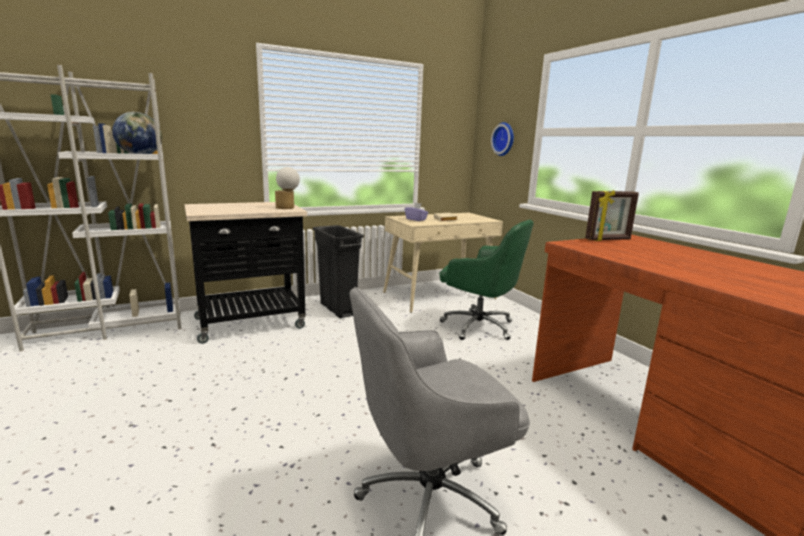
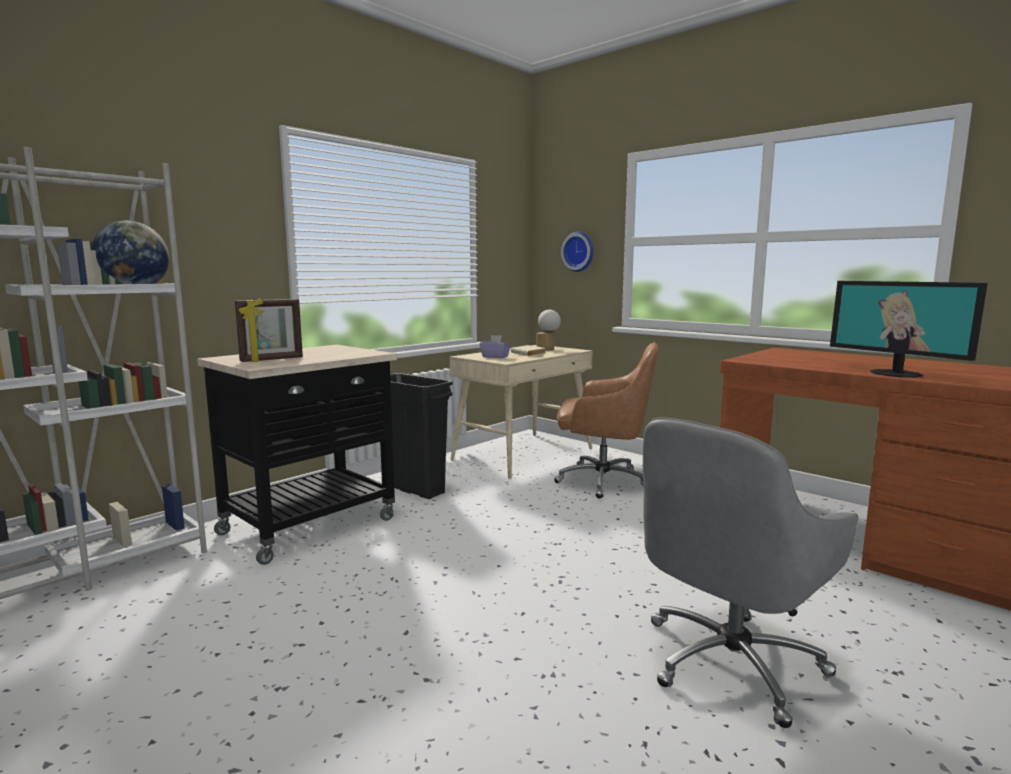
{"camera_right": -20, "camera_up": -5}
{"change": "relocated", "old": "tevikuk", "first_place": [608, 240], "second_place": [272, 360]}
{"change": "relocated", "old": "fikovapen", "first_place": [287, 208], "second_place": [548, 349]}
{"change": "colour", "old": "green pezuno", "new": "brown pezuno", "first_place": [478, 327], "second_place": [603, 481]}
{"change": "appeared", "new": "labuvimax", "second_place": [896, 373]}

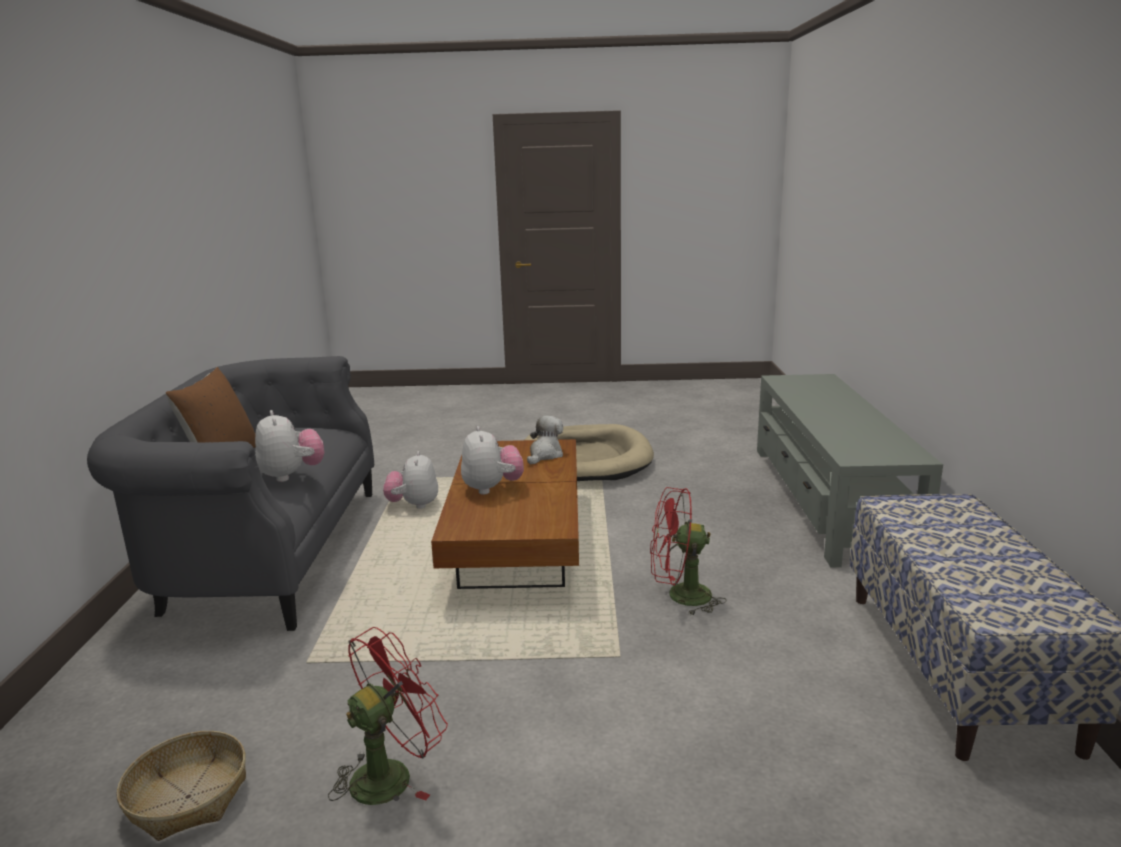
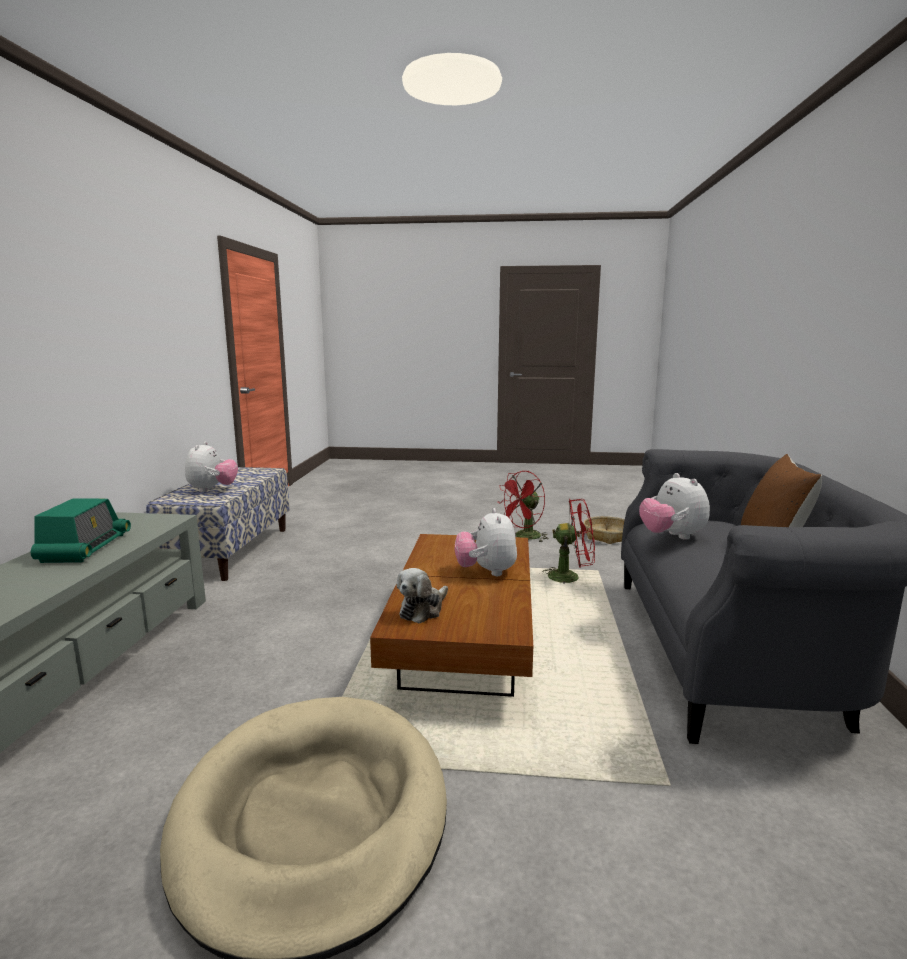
{"camera_right": -175, "camera_up": -5}
{"change": "appeared", "new": "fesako", "second_place": [84, 548]}
{"change": "relocated", "old": "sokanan", "first_place": [414, 505], "second_place": [212, 490]}
{"change": "relocated", "old": "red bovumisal", "first_place": [680, 597], "second_place": [570, 577]}

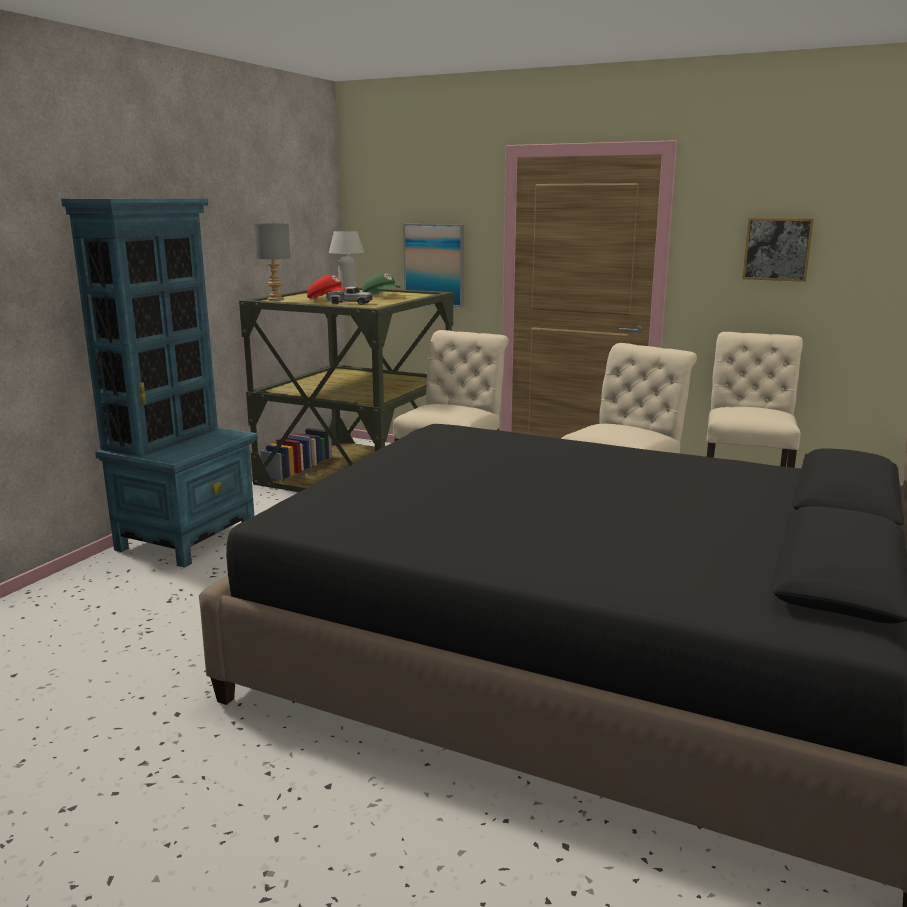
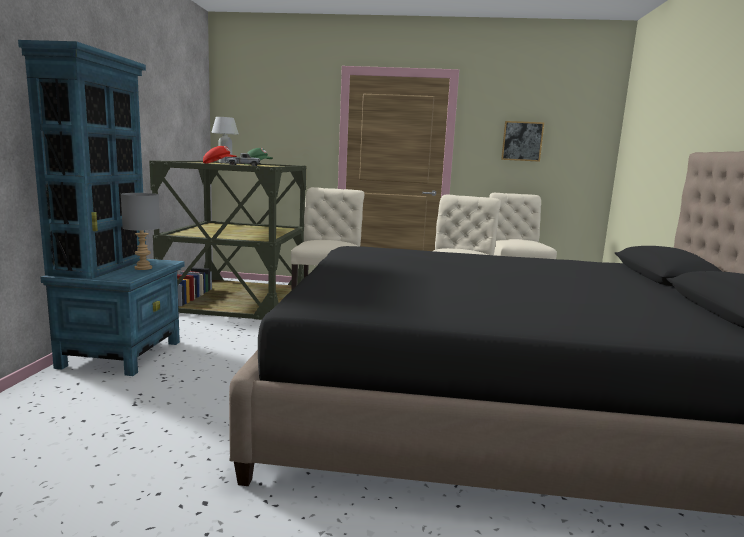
{"camera_right": -20, "camera_up": -5}
{"change": "relocated", "old": "grey fikovapen", "first_place": [275, 299], "second_place": [142, 268]}
{"change": "missing", "old": "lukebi", "first_place": [434, 265]}

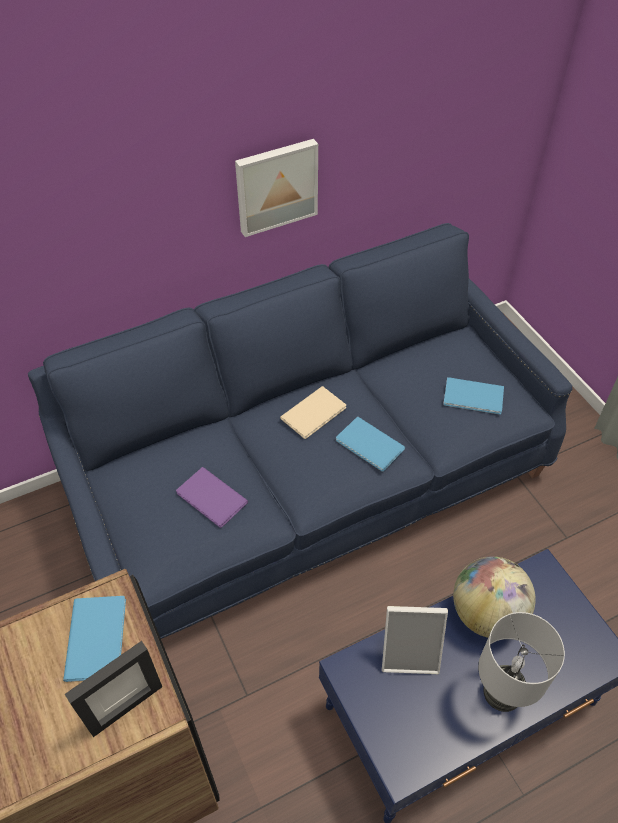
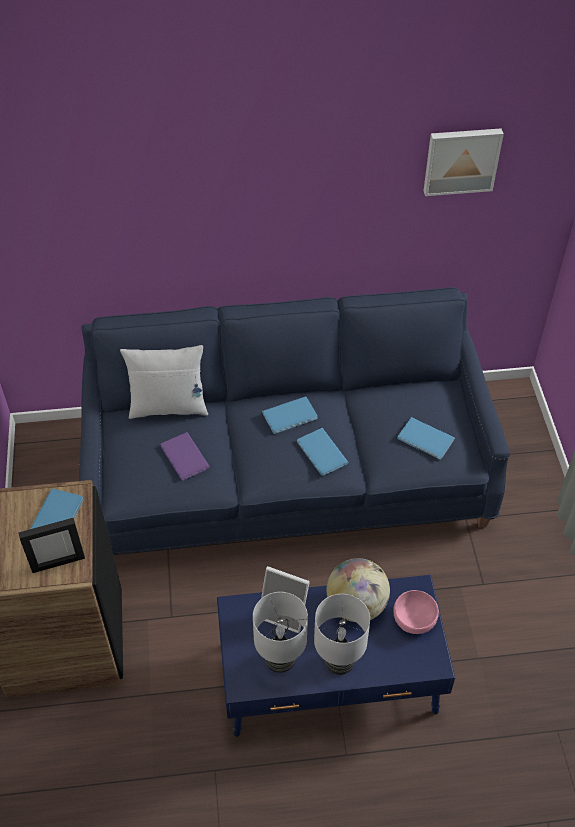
{"camera_right": 20, "camera_up": 0}
{"change": "appeared", "new": "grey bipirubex", "second_place": [168, 408]}
{"change": "appeared", "new": "grey fikovapen", "second_place": [280, 658]}
{"change": "colour", "old": "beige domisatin", "new": "blue domisatin", "first_place": [316, 413], "second_place": [291, 416]}
{"change": "appeared", "new": "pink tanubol", "second_place": [413, 618]}
{"change": "relocated", "old": "lukebi", "first_place": [276, 186], "second_place": [461, 160]}

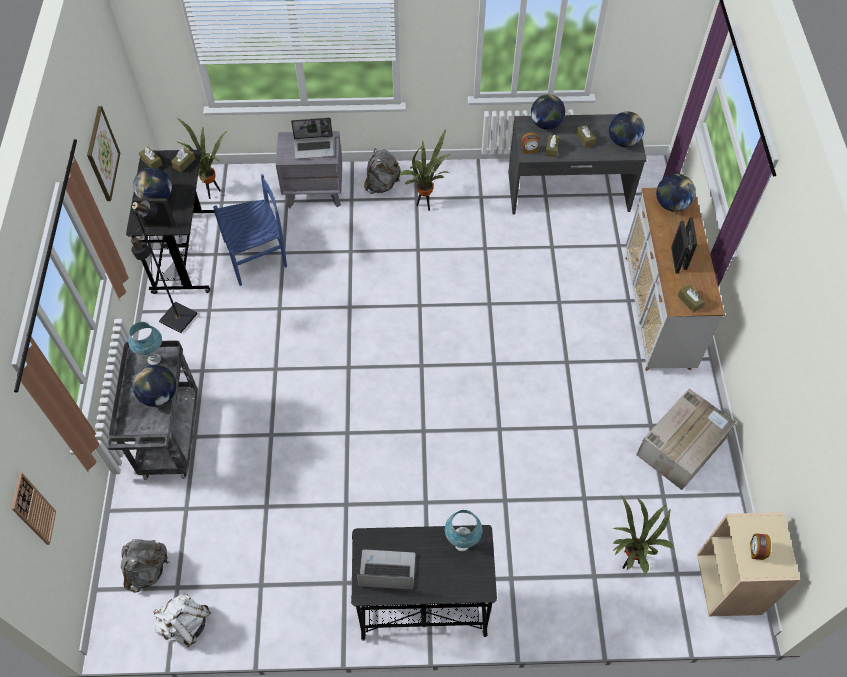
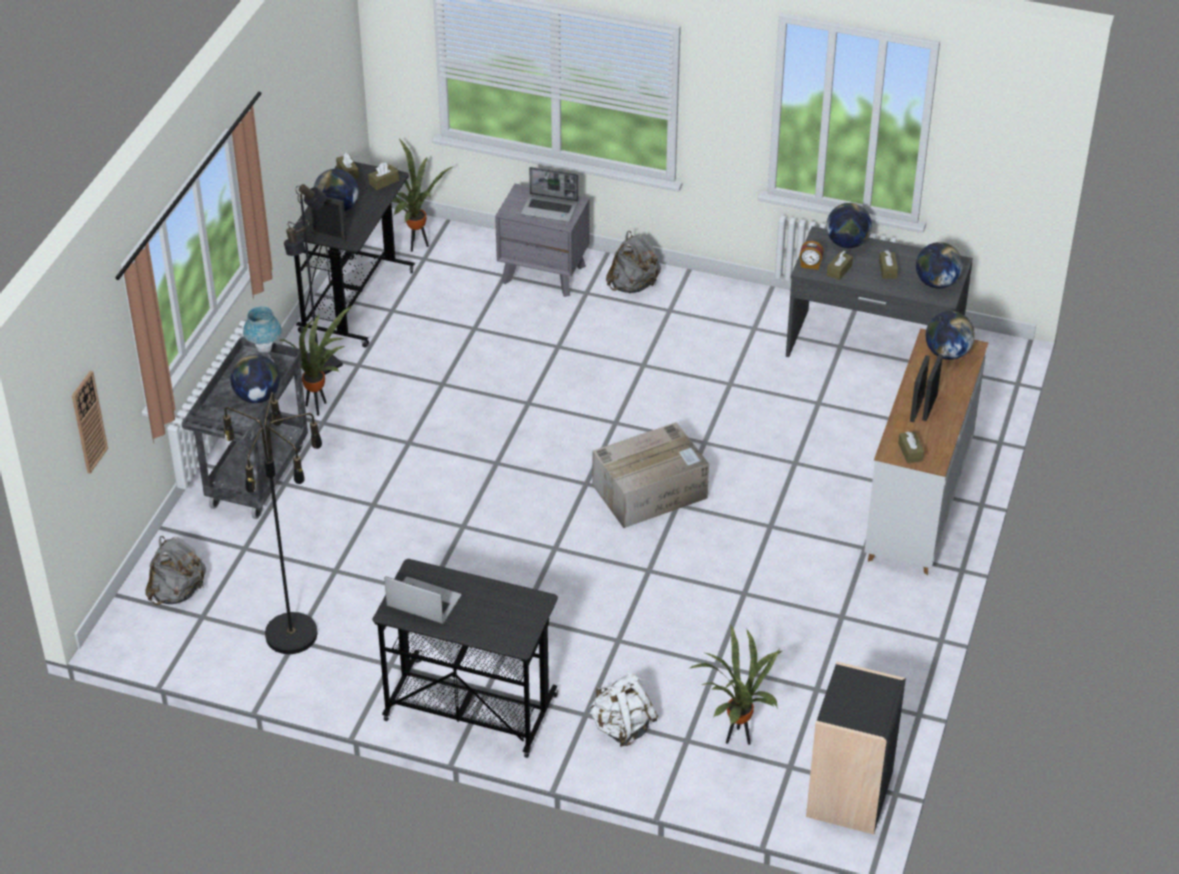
{"camera_right": 20, "camera_up": -15}
{"change": "appeared", "new": "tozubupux", "second_place": [292, 635]}
{"change": "relocated", "old": "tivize", "first_place": [425, 204], "second_place": [318, 407]}
{"change": "relocated", "old": "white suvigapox", "first_place": [185, 625], "second_place": [622, 728]}
{"change": "relocated", "old": "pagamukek", "first_place": [681, 446], "second_place": [651, 491]}
{"change": "colour", "old": "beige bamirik", "new": "black bamirik", "first_place": [730, 584], "second_place": [850, 795]}
{"change": "missing", "old": "lukebi", "first_place": [102, 154]}
{"change": "missing", "old": "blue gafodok", "first_place": [256, 256]}
{"change": "missing", "old": "blue fikovapen", "first_place": [462, 544]}
{"change": "missing", "old": "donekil", "first_place": [756, 550]}

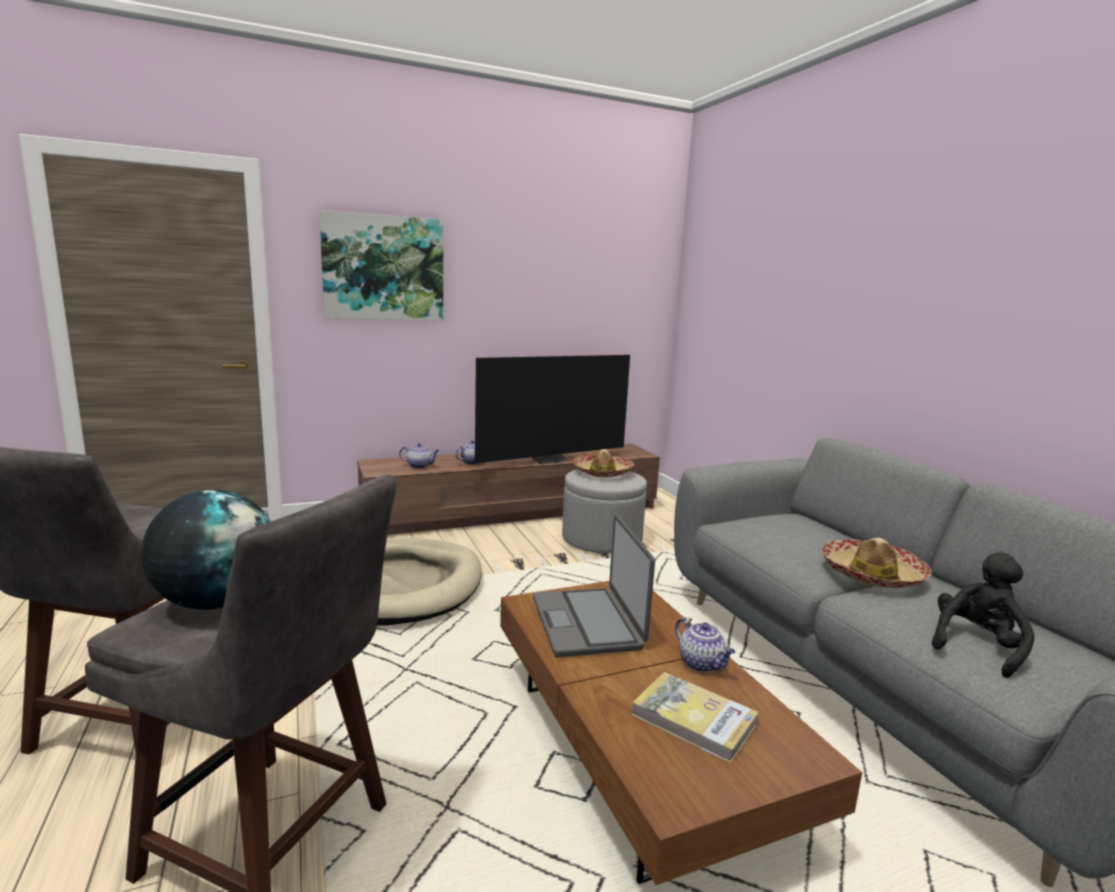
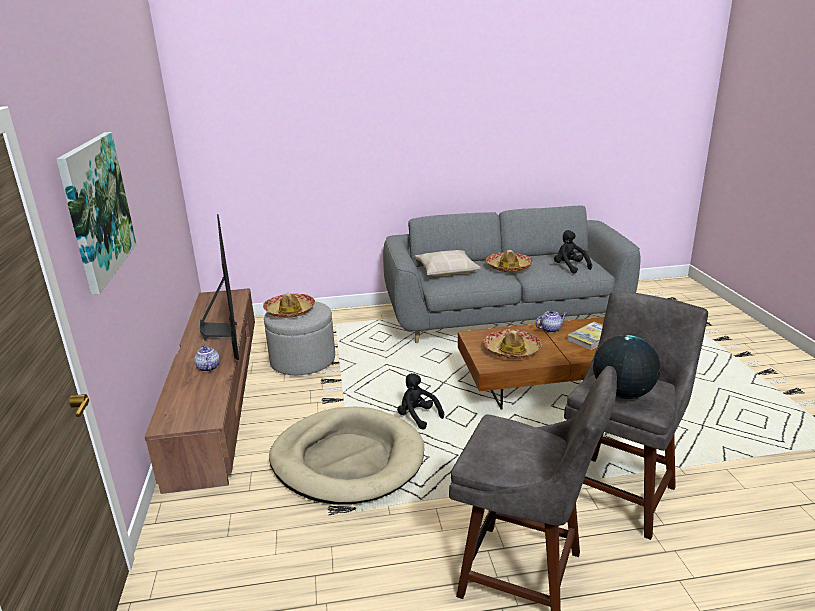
{"camera_right": -75, "camera_up": 10}
{"change": "appeared", "new": "black sokanan", "second_place": [418, 417]}
{"change": "appeared", "new": "beige bipirubex", "second_place": [446, 269]}
{"change": "exchanged", "old": "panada", "new": "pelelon", "first_place": [588, 622], "second_place": [512, 351]}
{"change": "missing", "old": "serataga", "first_place": [420, 466]}

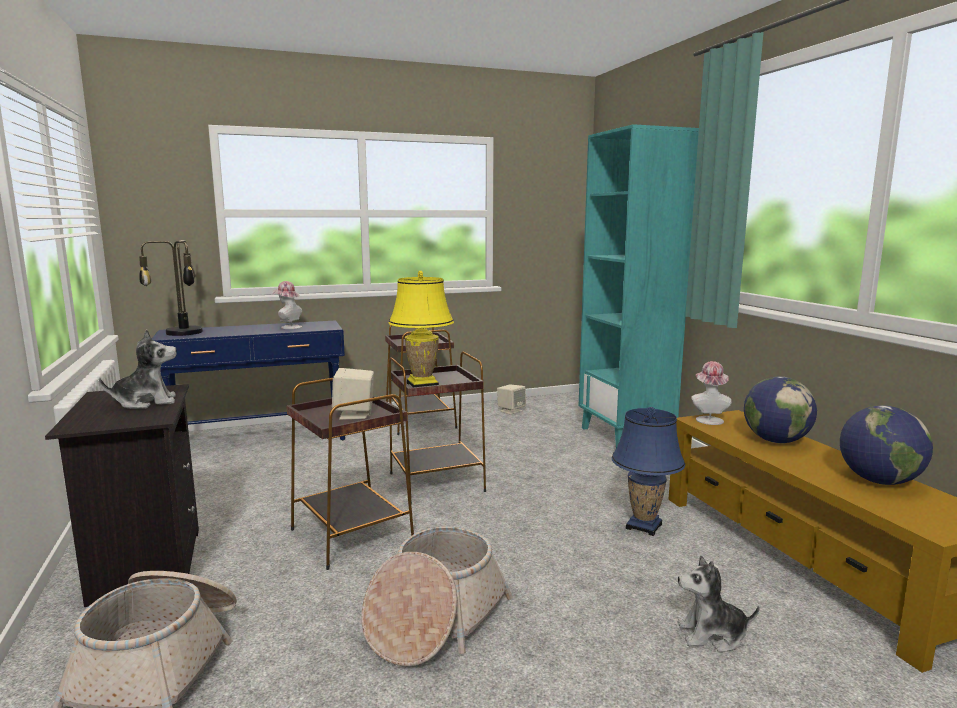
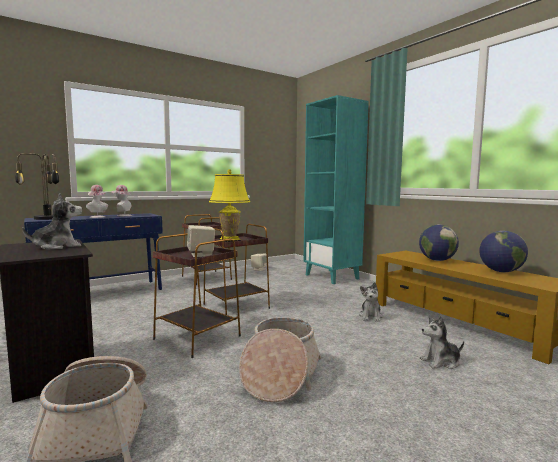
{"camera_right": -15, "camera_up": -5}
{"change": "relocated", "old": "pelelon", "first_place": [708, 419], "second_place": [98, 217]}
{"change": "exchanged", "old": "blue fikovapen", "new": "sokanan", "first_place": [644, 526], "second_place": [370, 316]}

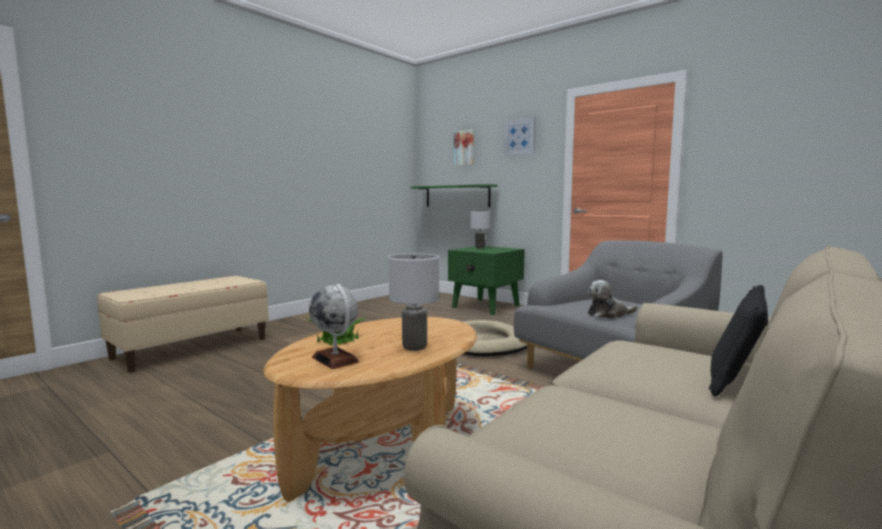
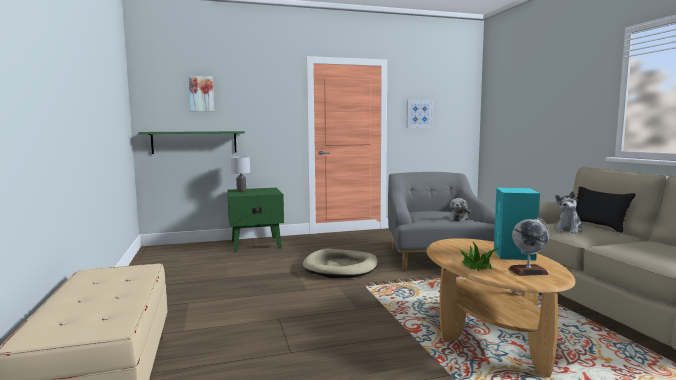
{"camera_right": -55, "camera_up": 0}
{"change": "relocated", "old": "lukebi", "first_place": [519, 136], "second_place": [419, 113]}
{"change": "exchanged", "old": "white fikovapen", "new": "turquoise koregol", "first_place": [414, 348], "second_place": [514, 254]}
{"change": "appeared", "new": "sokanan", "second_place": [568, 230]}

